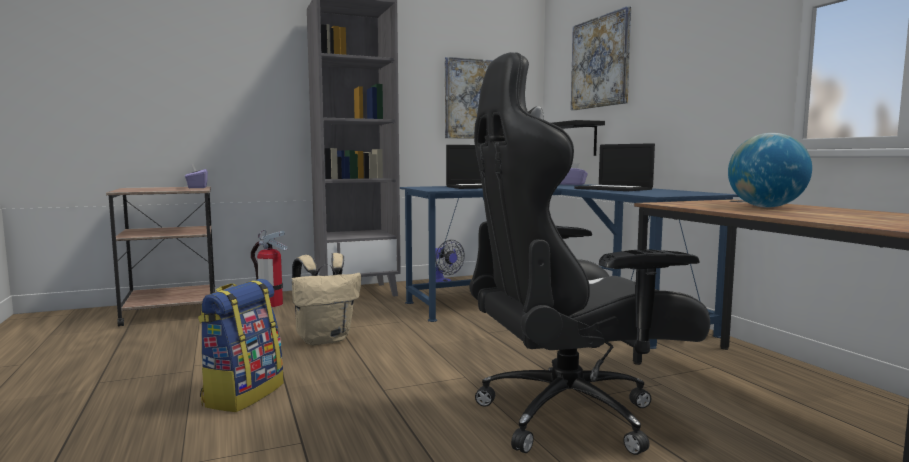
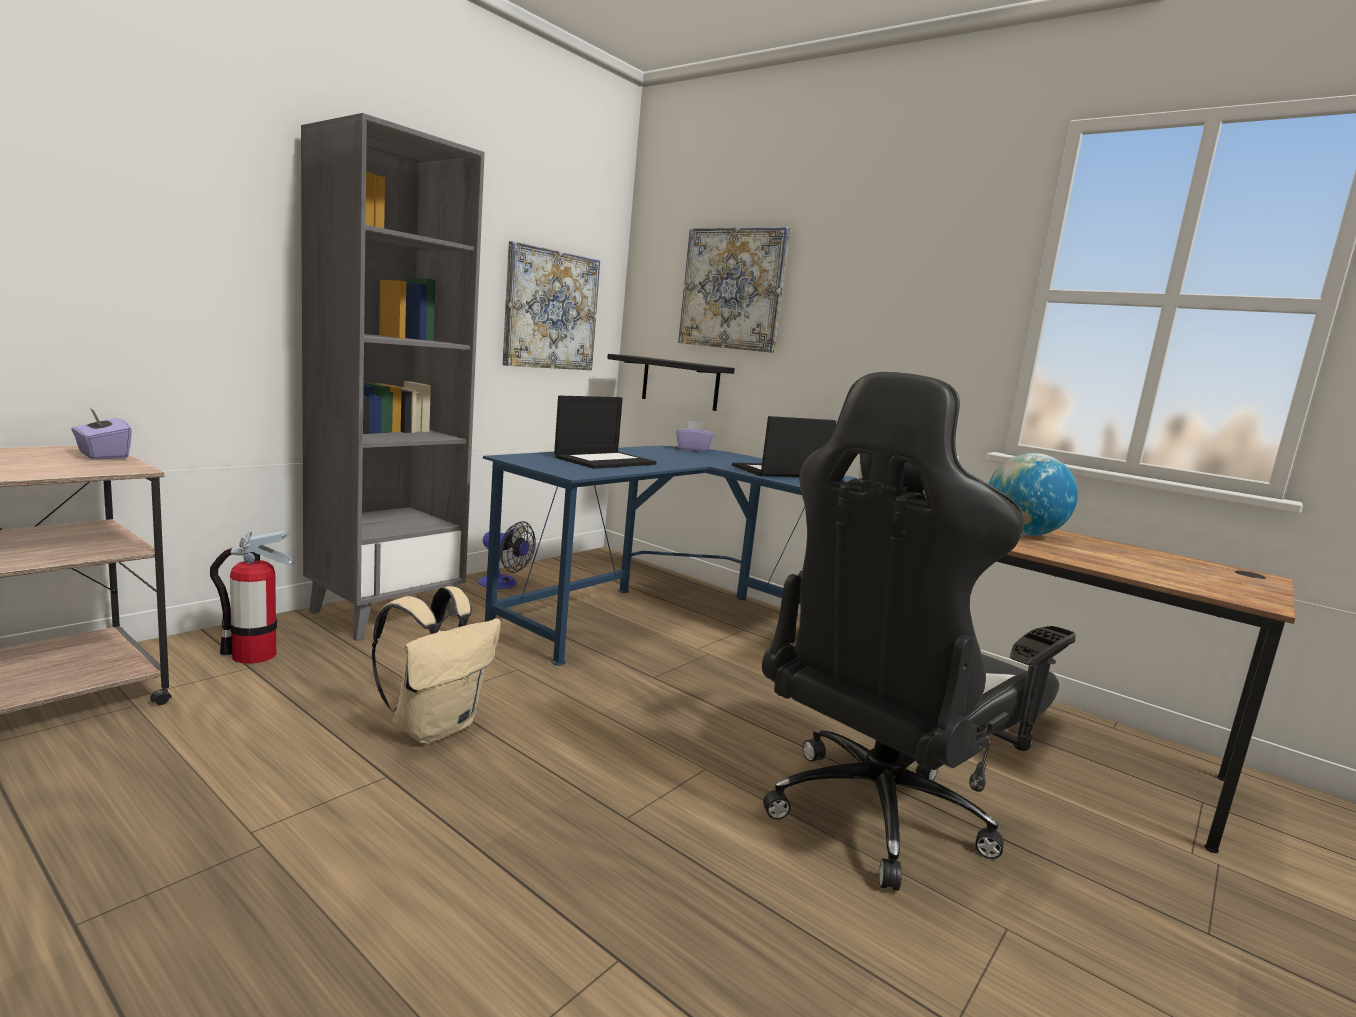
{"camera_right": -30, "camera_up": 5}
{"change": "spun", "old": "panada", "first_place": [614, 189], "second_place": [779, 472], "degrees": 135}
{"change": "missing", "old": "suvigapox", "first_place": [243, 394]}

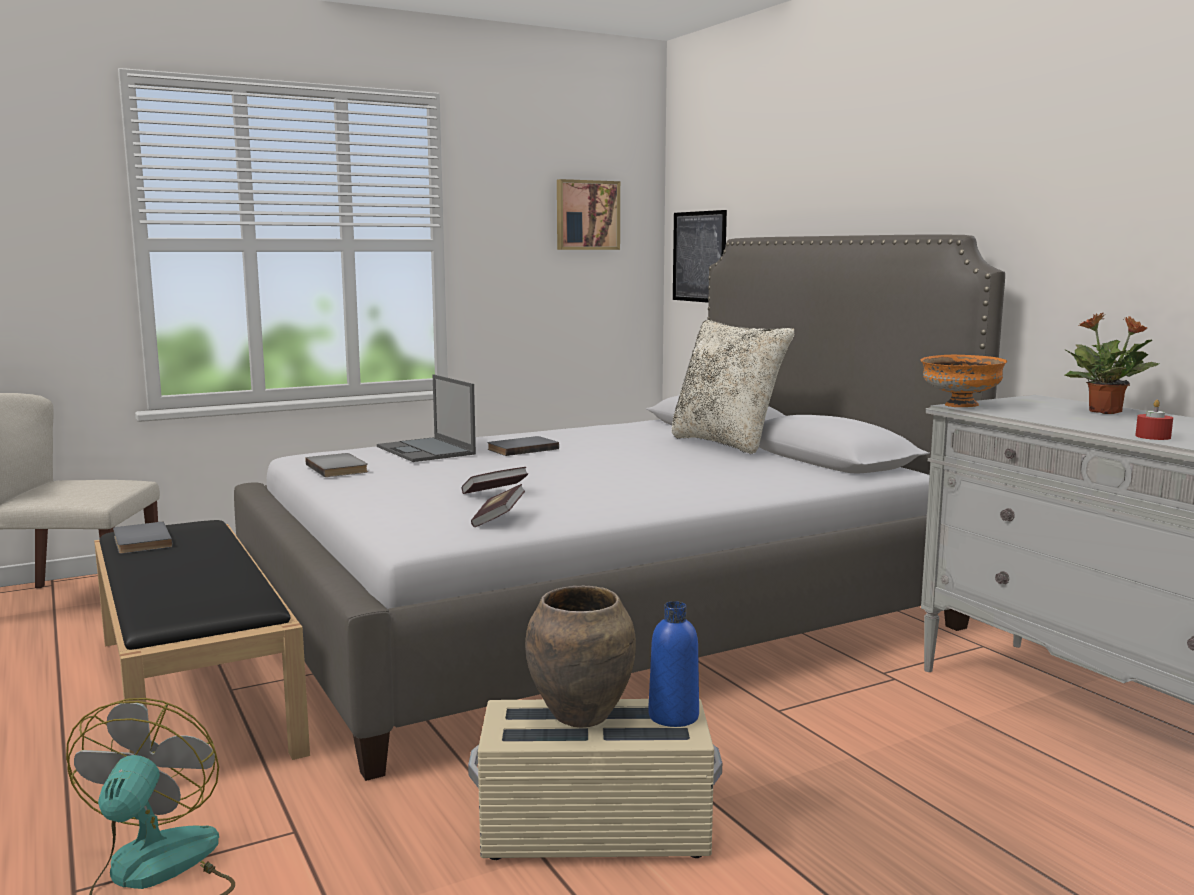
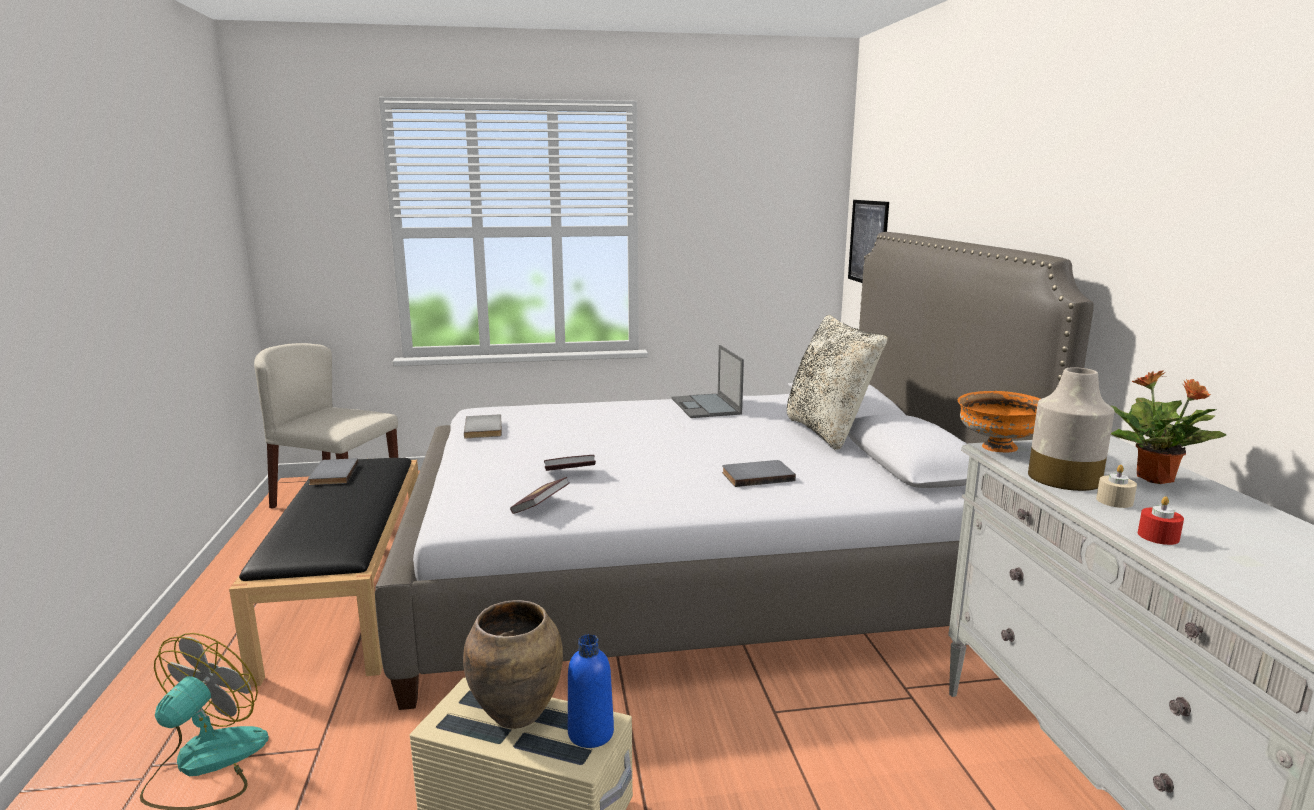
{"camera_right": 20, "camera_up": 5}
{"change": "relocated", "old": "panada", "first_place": [426, 450], "second_place": [706, 406]}
{"change": "relocated", "old": "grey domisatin", "first_place": [521, 449], "second_place": [756, 475]}
{"change": "appeared", "new": "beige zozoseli", "second_place": [1064, 478]}
{"change": "appeared", "new": "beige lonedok", "second_place": [1114, 501]}
{"change": "missing", "old": "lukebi", "first_place": [586, 215]}

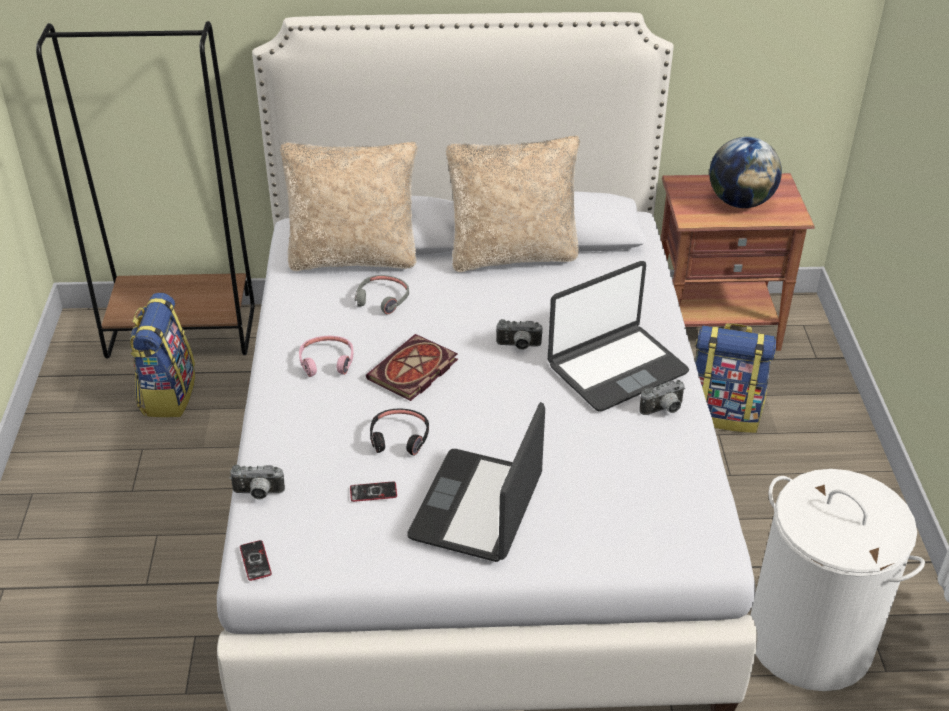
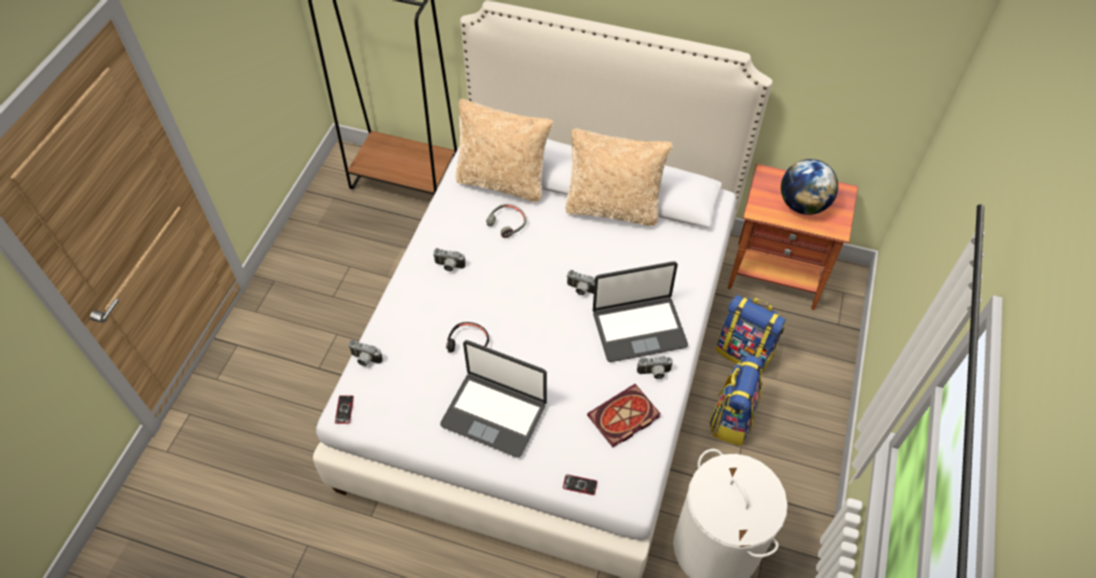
{"camera_right": 20, "camera_up": 15}
{"change": "exchanged", "old": "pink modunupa", "new": "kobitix", "first_place": [327, 362], "second_place": [449, 266]}
{"change": "spun", "old": "panada", "first_place": [478, 507], "second_place": [494, 414], "degrees": -105}
{"change": "relocated", "old": "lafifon", "first_place": [373, 492], "second_place": [580, 485]}
{"change": "relocated", "old": "domisatin", "first_place": [413, 372], "second_place": [623, 418]}
{"change": "relocated", "old": "suvigapox", "first_place": [167, 394], "second_place": [732, 418]}

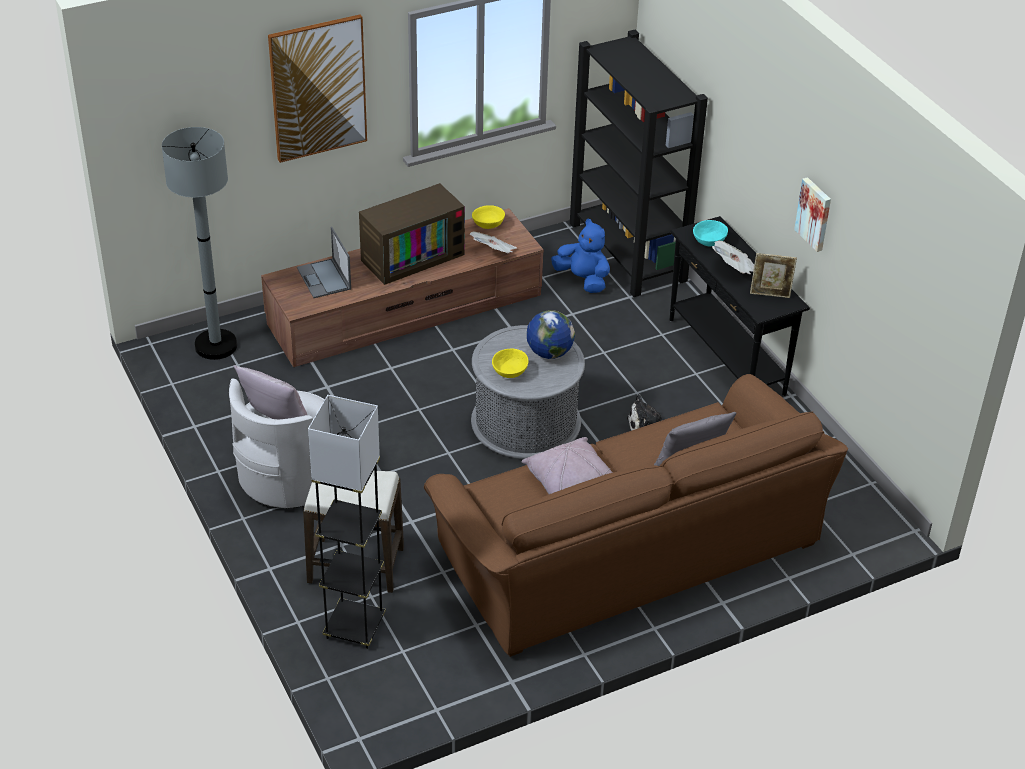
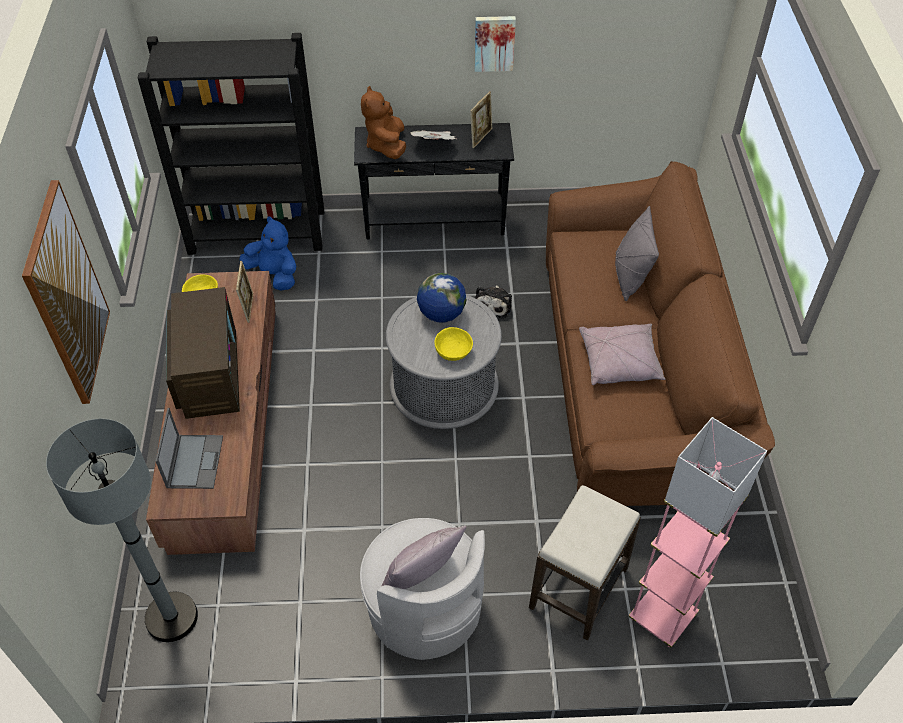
{"camera_right": -65, "camera_up": 10}
{"change": "spun", "old": "panada", "first_place": [324, 279], "second_place": [195, 461], "degrees": -90}
{"change": "exchanged", "old": "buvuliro", "new": "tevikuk", "first_place": [494, 252], "second_place": [248, 307]}
{"change": "spun", "old": "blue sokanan", "first_place": [583, 280], "second_place": [274, 275], "degrees": 60}
{"change": "exchanged", "old": "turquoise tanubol", "new": "brown sokanan", "first_place": [709, 241], "second_place": [386, 145]}
{"change": "colour", "old": "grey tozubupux", "new": "pink tozubupux", "first_place": [354, 627], "second_place": [662, 617]}

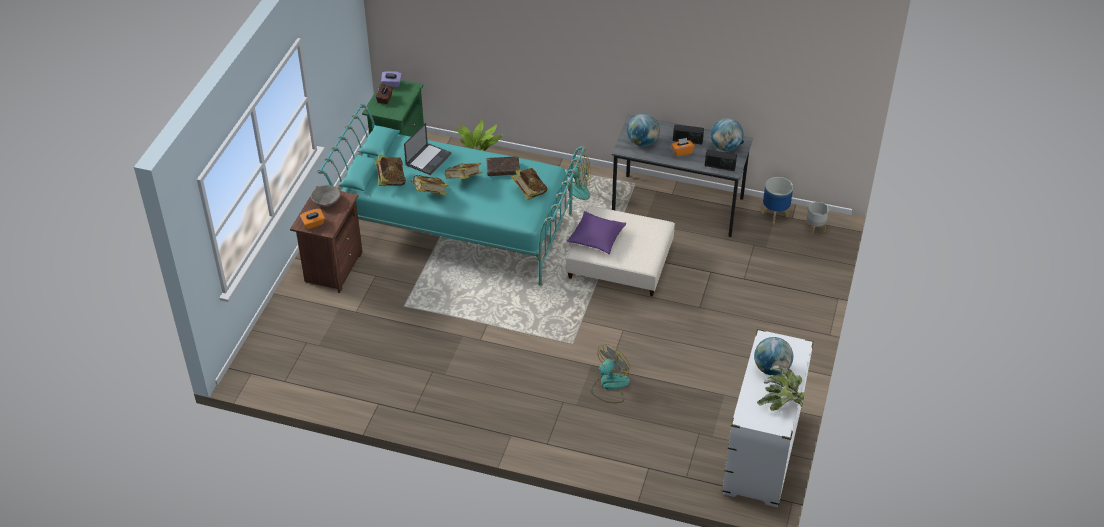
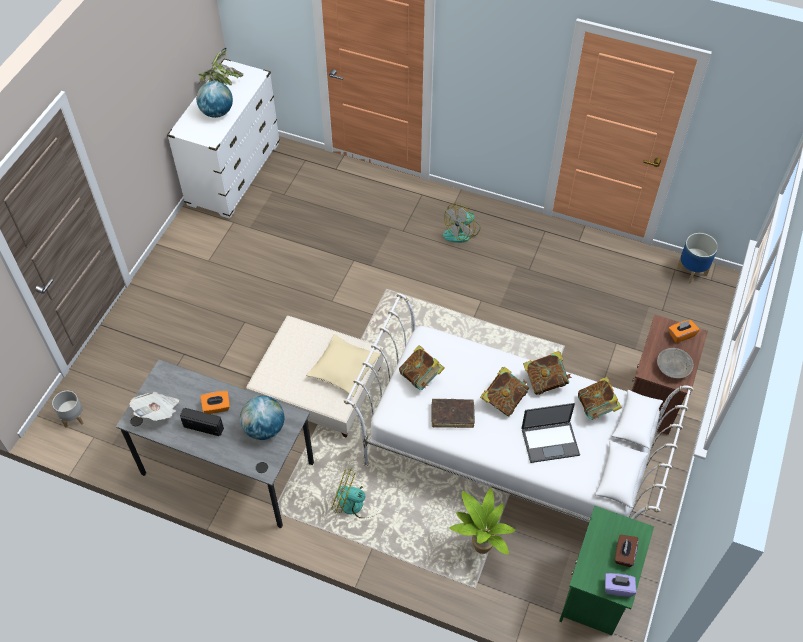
{"camera_right": -175, "camera_up": 10}
{"change": "exchanged", "old": "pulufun", "new": "buvuliro", "first_place": [725, 147], "second_place": [158, 412]}
{"change": "colour", "old": "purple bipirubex", "new": "beige bipirubex", "first_place": [596, 237], "second_place": [344, 369]}
{"change": "colour", "old": "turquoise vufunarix", "new": "white vufunarix", "first_place": [457, 228], "second_place": [508, 452]}
{"change": "relocated", "old": "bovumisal", "first_place": [609, 385], "second_place": [462, 232]}
{"change": "spun", "old": "panada", "first_place": [428, 159], "second_place": [550, 441], "degrees": -135}
{"change": "relocated", "old": "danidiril", "first_place": [775, 214], "second_place": [691, 272]}
{"change": "missing", "old": "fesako", "first_place": [720, 166]}

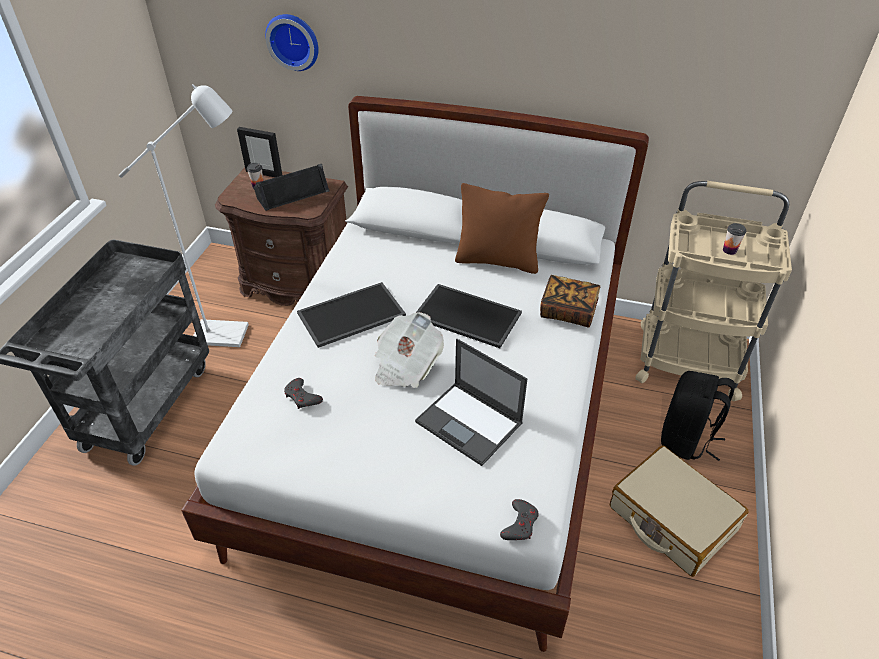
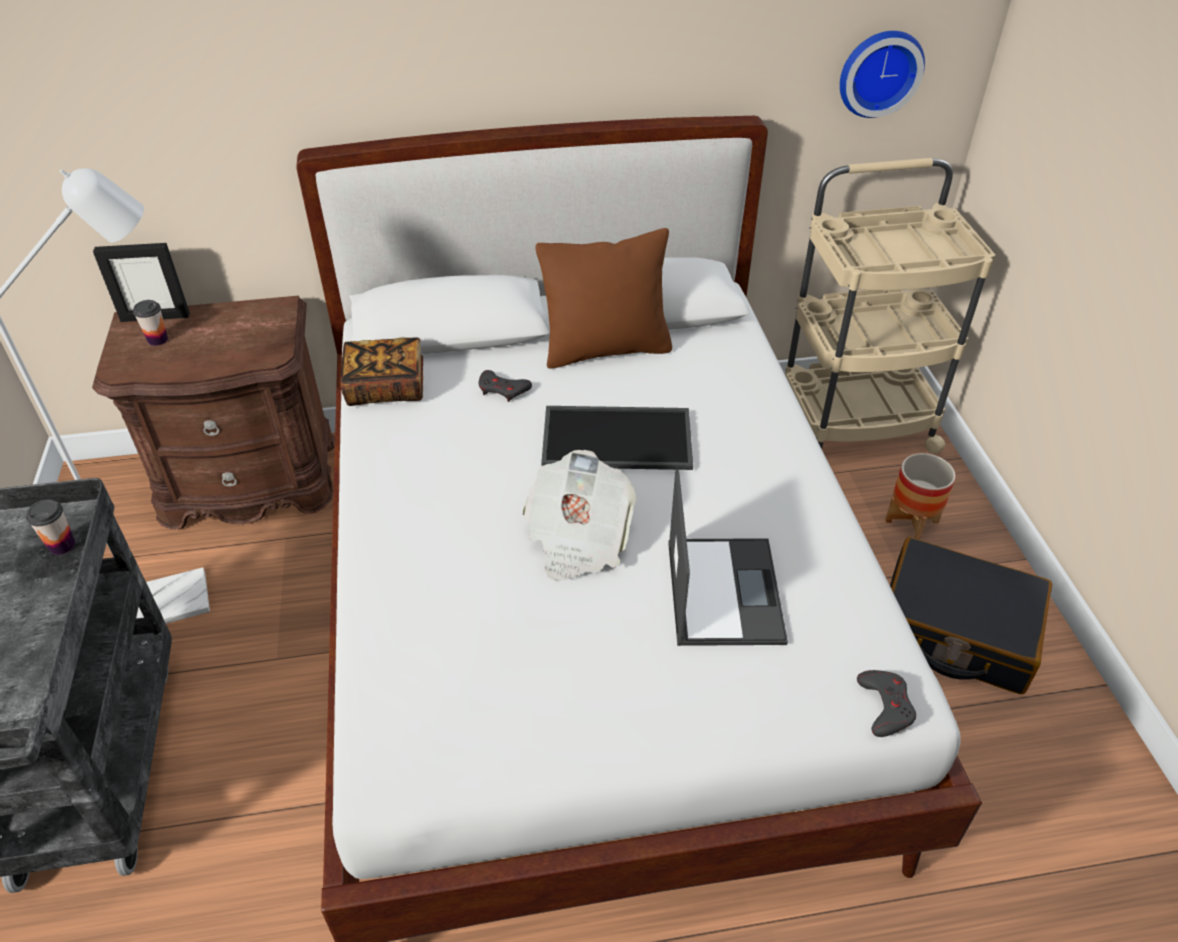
{"camera_right": -25, "camera_up": 0}
{"change": "relocated", "old": "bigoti", "first_place": [729, 250], "second_place": [62, 545]}
{"change": "relocated", "old": "domisatin", "first_place": [568, 311], "second_place": [386, 387]}
{"change": "relocated", "old": "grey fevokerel", "first_place": [302, 397], "second_place": [503, 389]}
{"change": "spun", "old": "panada", "first_place": [470, 423], "second_place": [723, 590], "degrees": -105}
{"change": "relocated", "old": "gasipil", "first_place": [294, 41], "second_place": [878, 72]}
{"change": "exchanged", "old": "black suvigapox", "new": "danidiril", "first_place": [686, 439], "second_place": [911, 521]}
{"change": "colour", "old": "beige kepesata", "new": "black kepesata", "first_place": [671, 519], "second_place": [955, 630]}
{"change": "missing", "old": "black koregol", "first_place": [292, 193]}
{"change": "missing", "old": "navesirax", "first_place": [351, 316]}

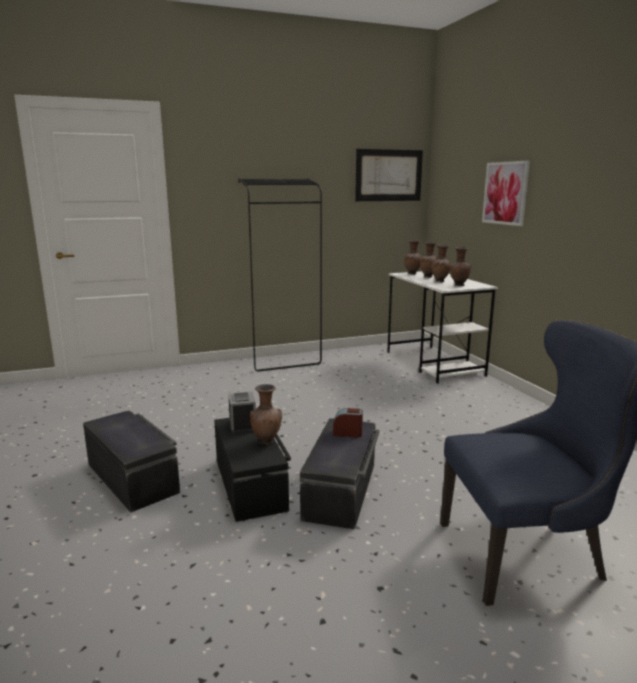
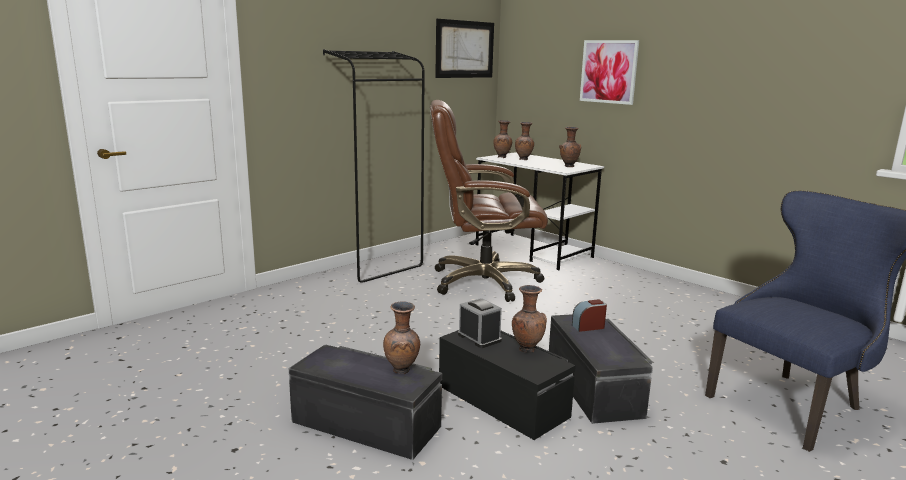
{"camera_right": -25, "camera_up": 0}
{"change": "relocated", "old": "brown zozoseli", "first_place": [440, 281], "second_place": [402, 371]}
{"change": "appeared", "new": "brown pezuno", "second_place": [484, 281]}

